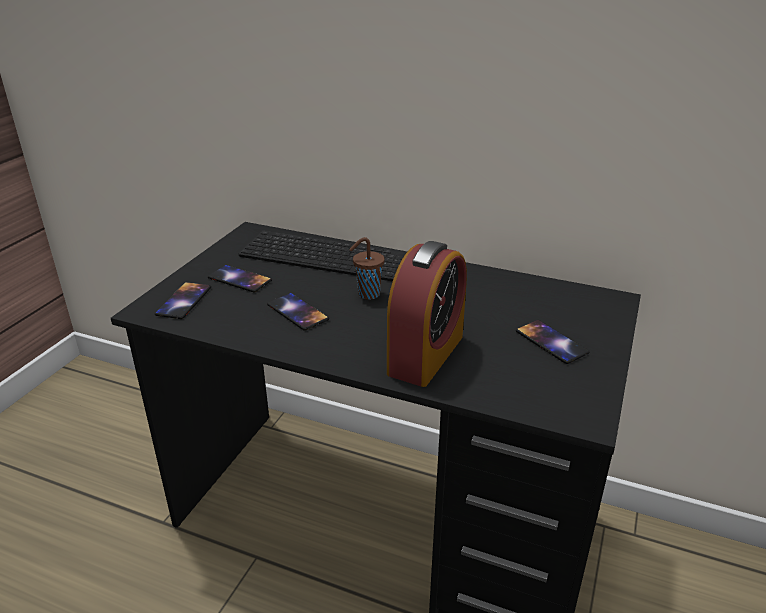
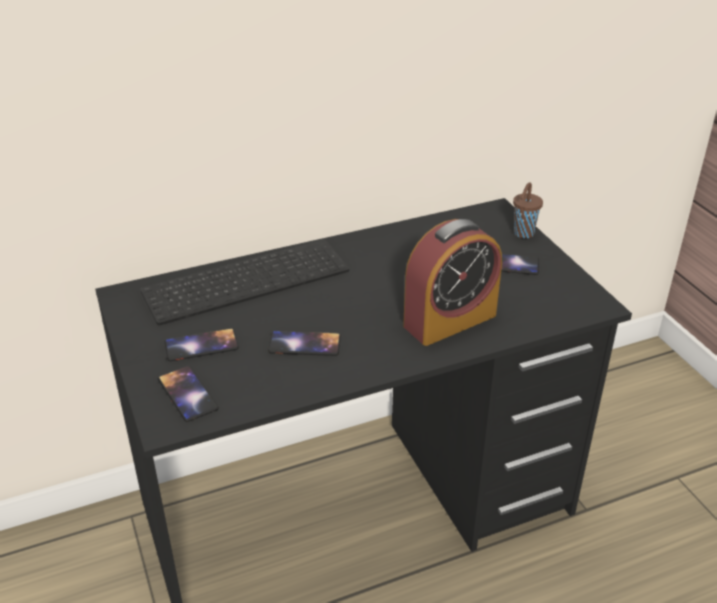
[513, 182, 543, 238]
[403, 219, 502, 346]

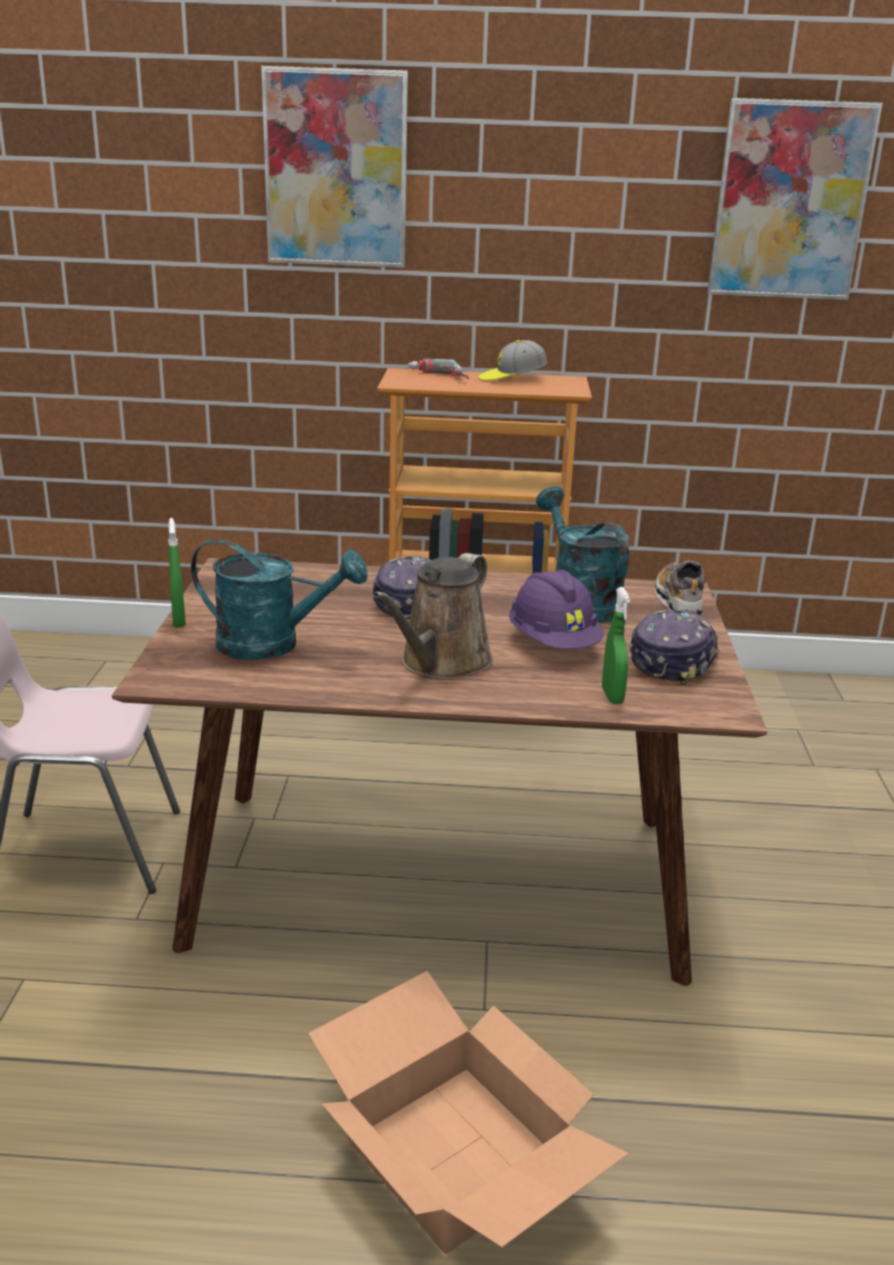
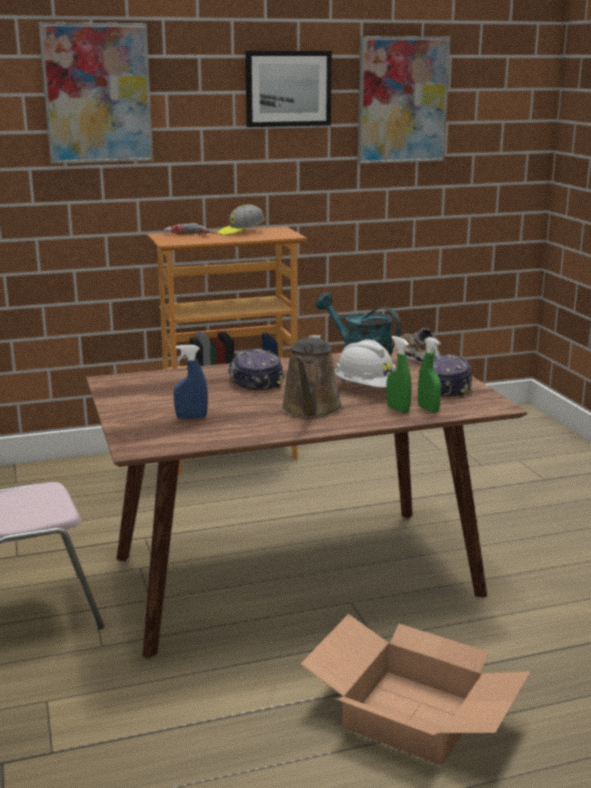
[386, 336, 411, 413]
[174, 345, 208, 419]
[335, 340, 396, 387]
[245, 51, 332, 127]

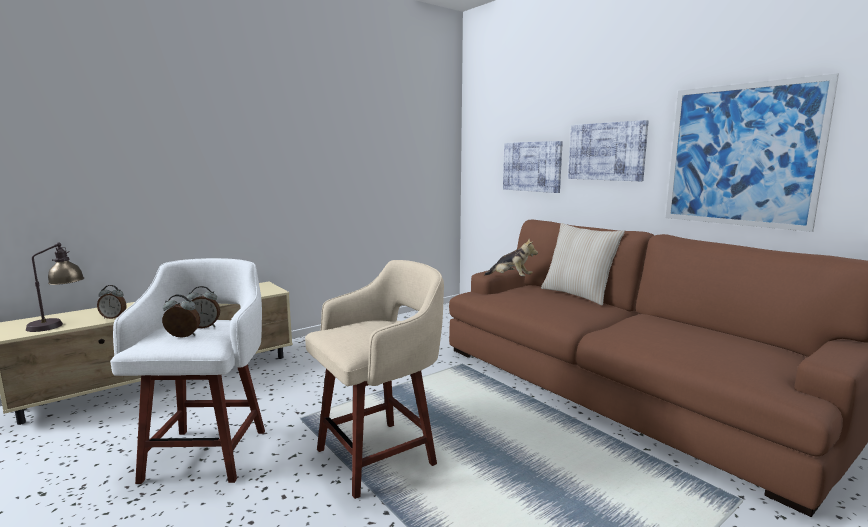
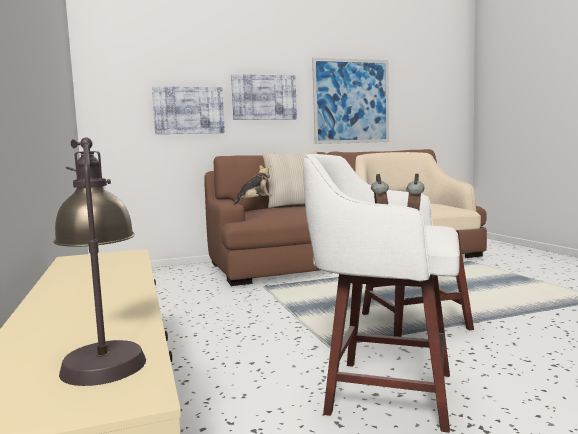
[97, 285, 127, 319] (first image)

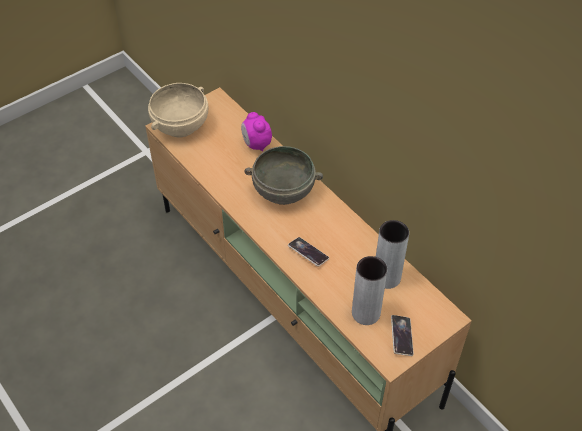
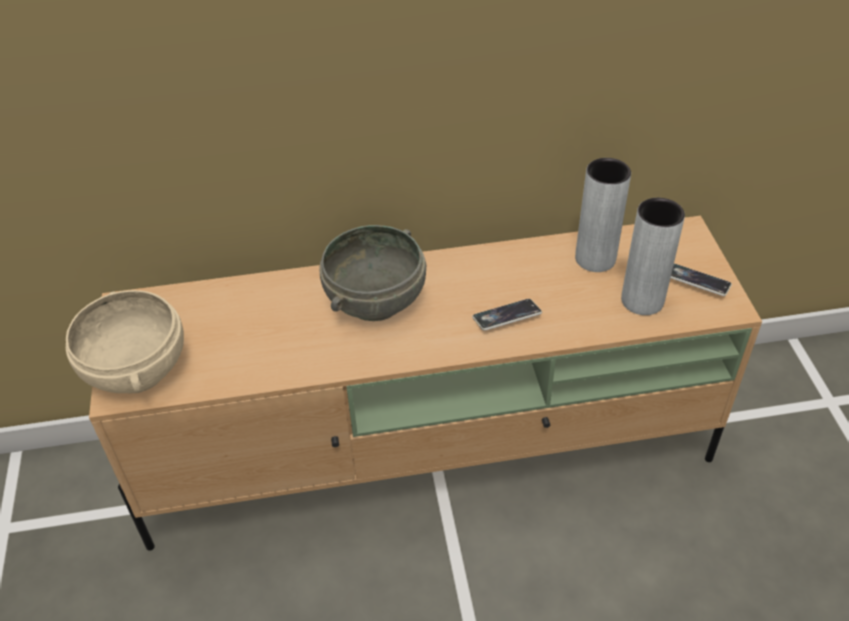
[241, 112, 272, 152] (first image)

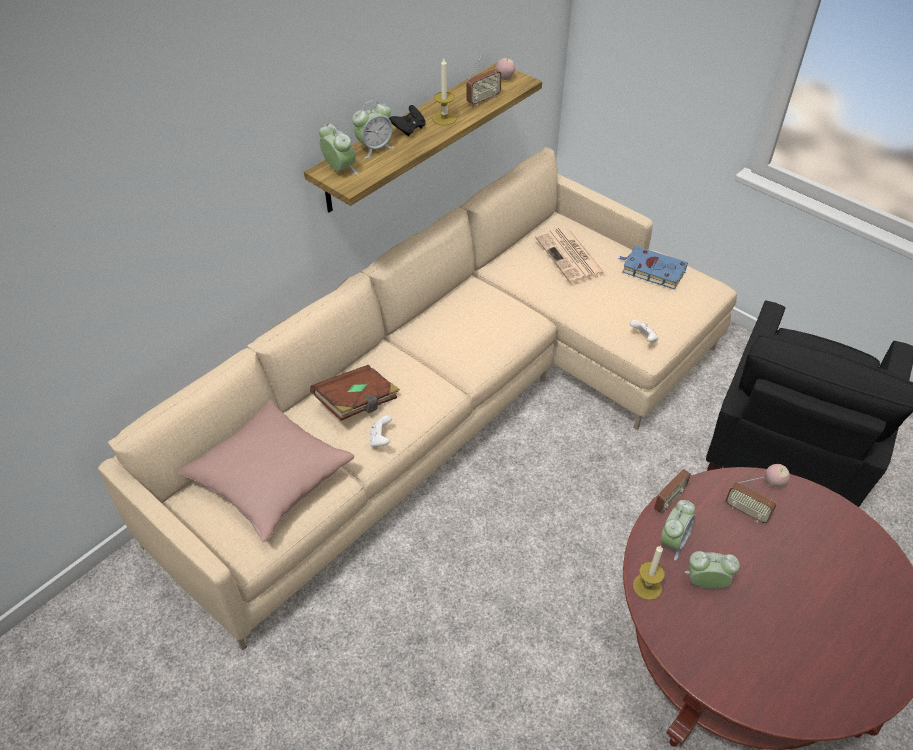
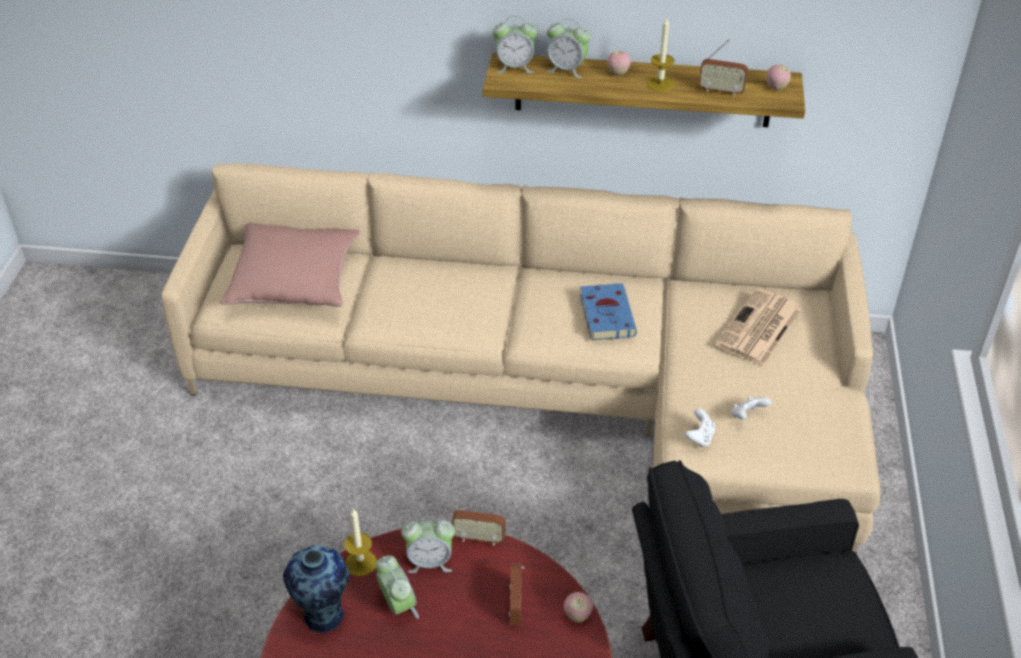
[310, 365, 400, 421] (first image)
[493, 16, 538, 73]
[731, 397, 771, 420]
[608, 49, 631, 76]
[580, 283, 637, 340]
[283, 545, 350, 633]

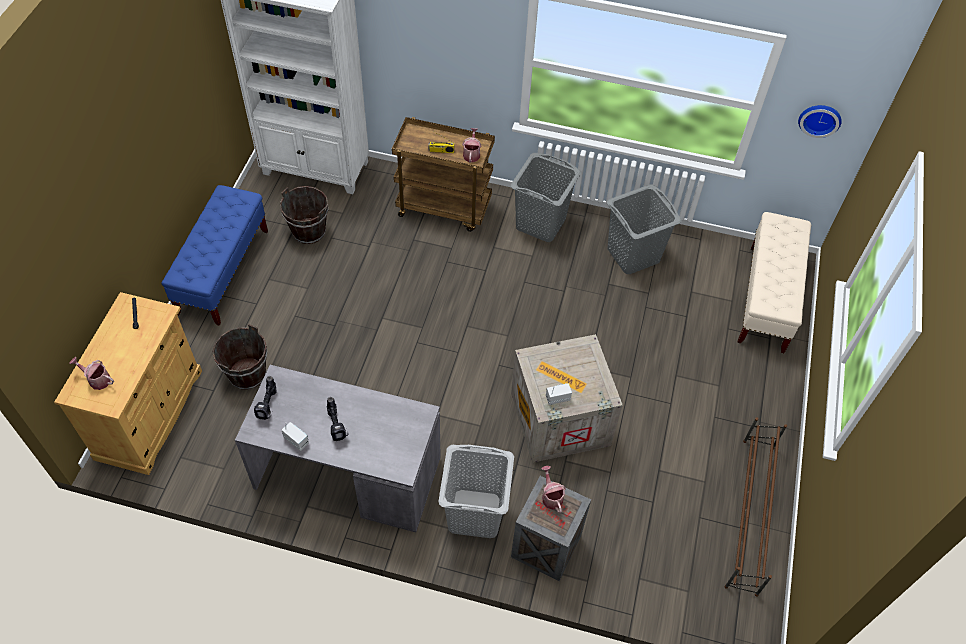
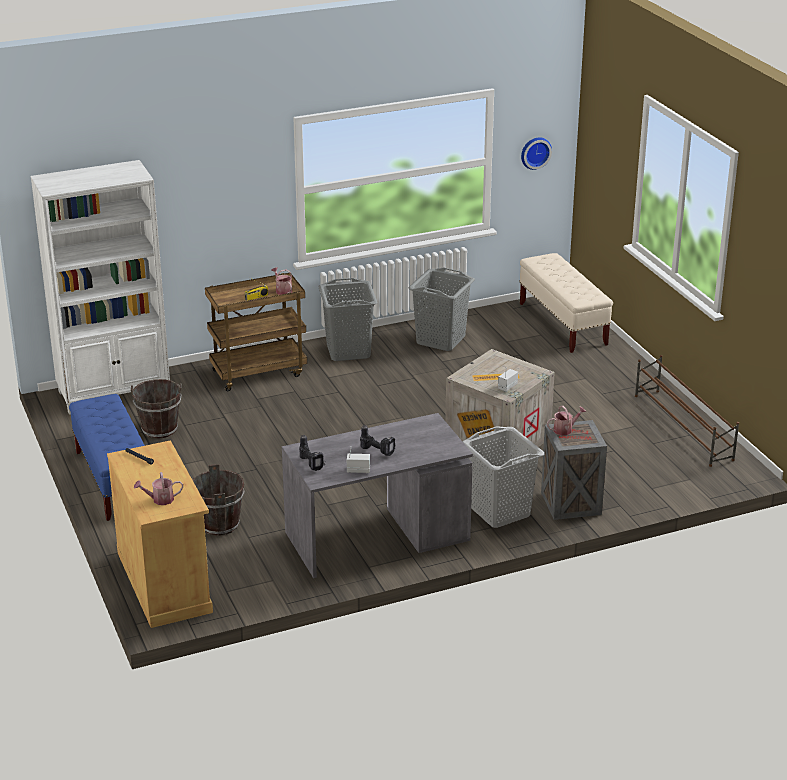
[547, 406, 586, 436]

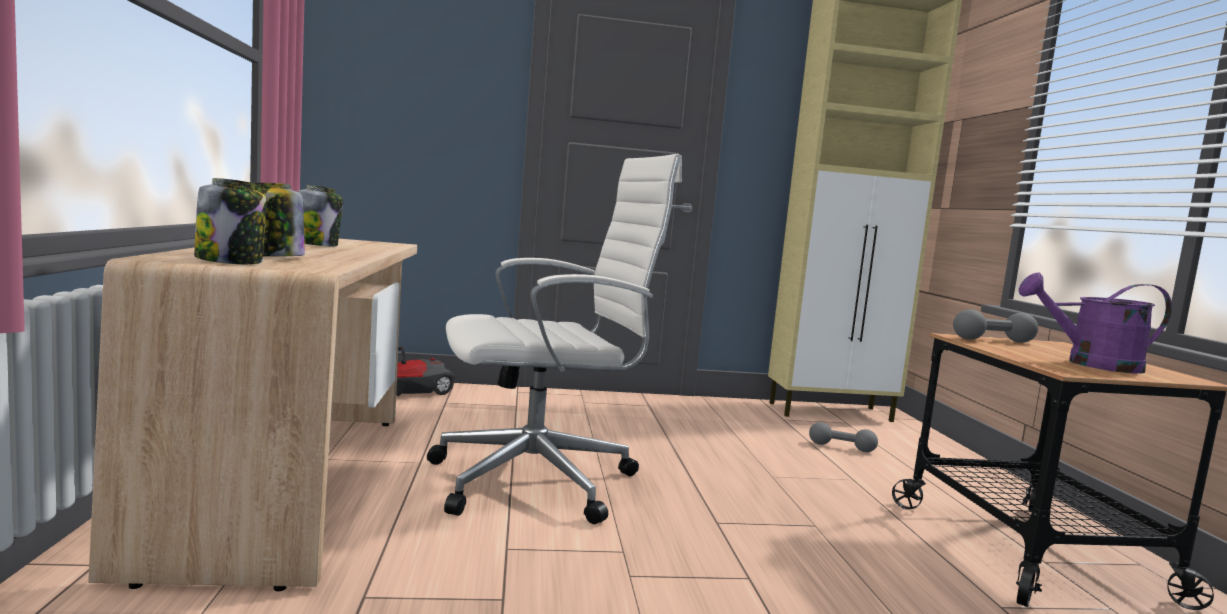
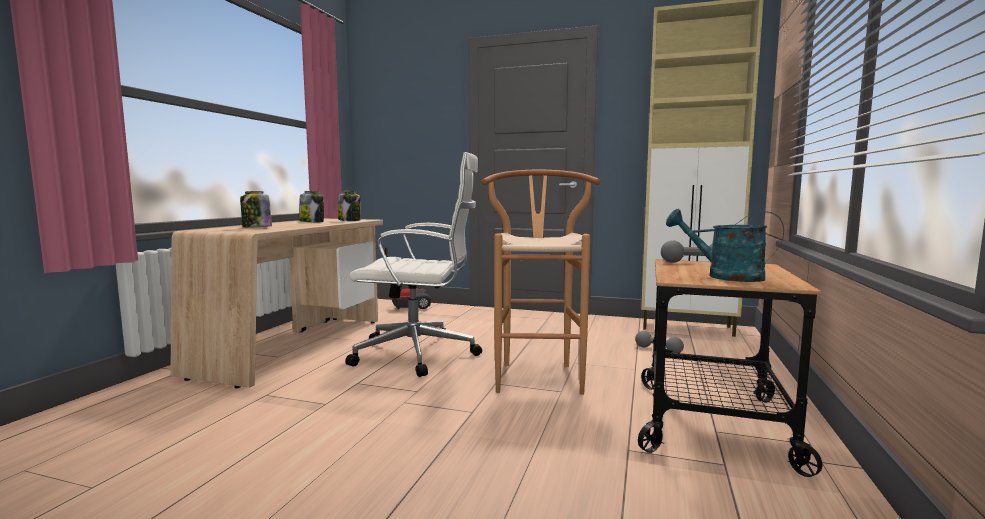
[338, 191, 361, 221]
[666, 209, 784, 282]
[482, 170, 601, 395]

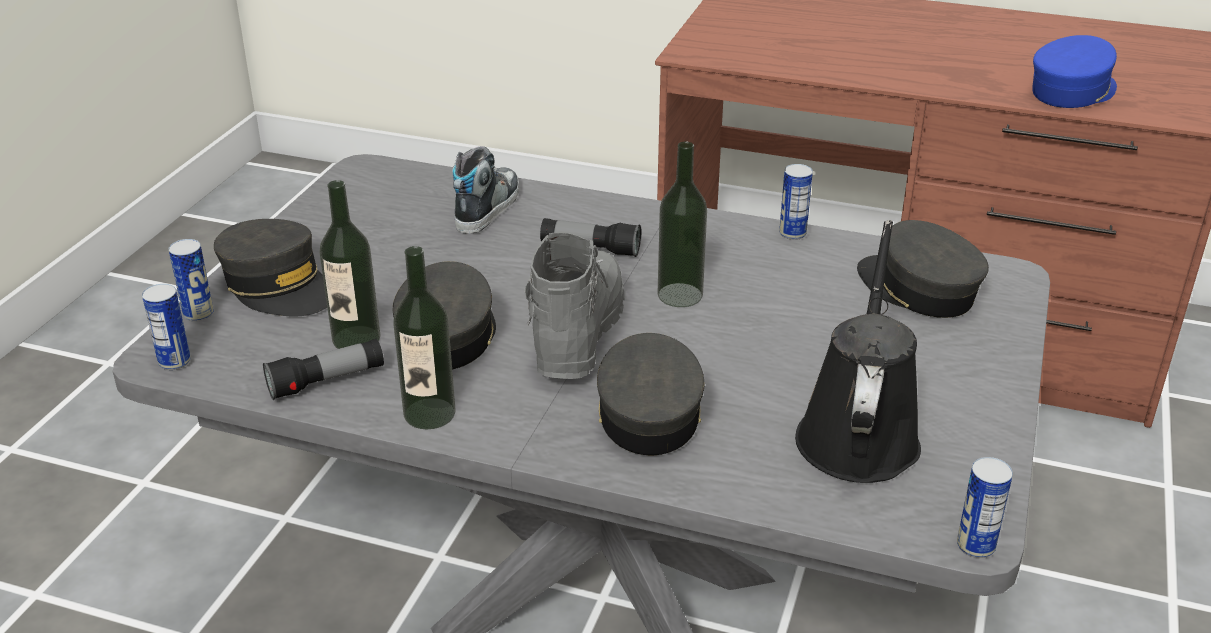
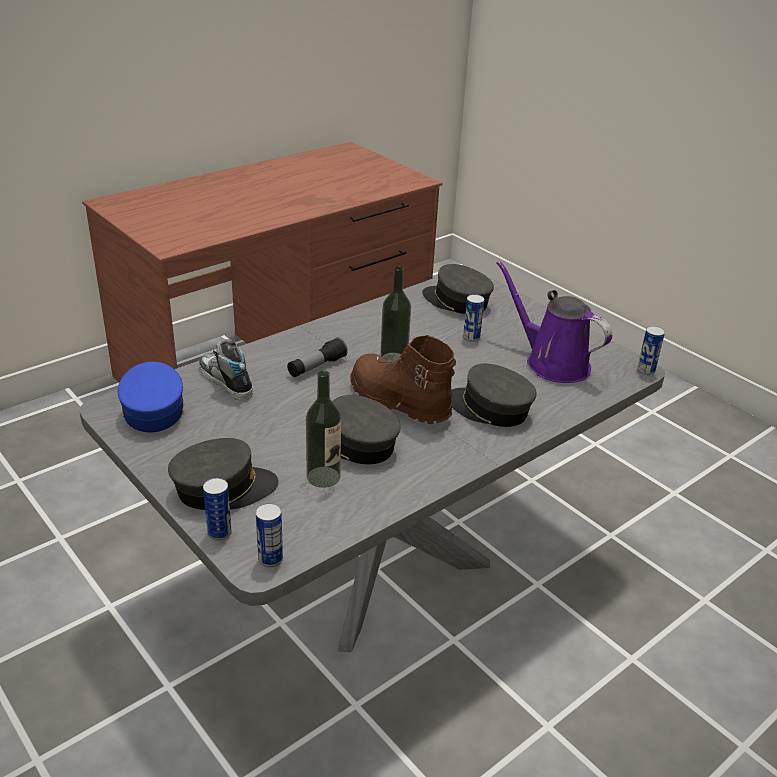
[263, 339, 384, 400] (first image)
[393, 246, 456, 429] (first image)
[350, 335, 456, 424]
[463, 294, 485, 342]
[496, 261, 612, 383]
[422, 264, 494, 314]
[118, 362, 184, 432]

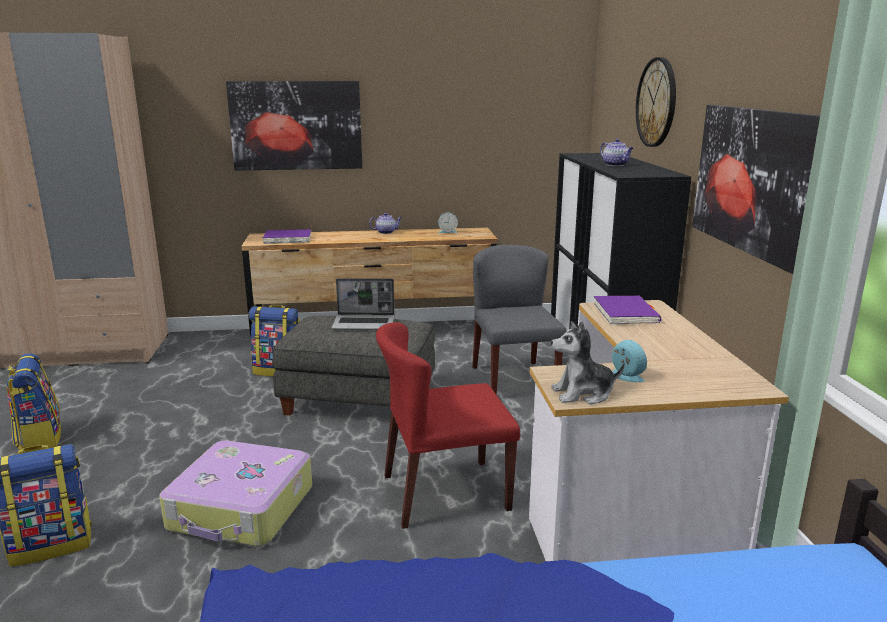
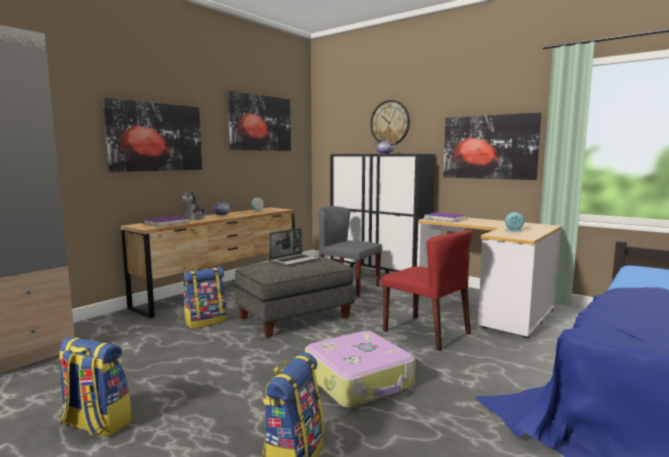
[381, 229, 473, 351]
[180, 188, 207, 220]
[227, 91, 291, 151]

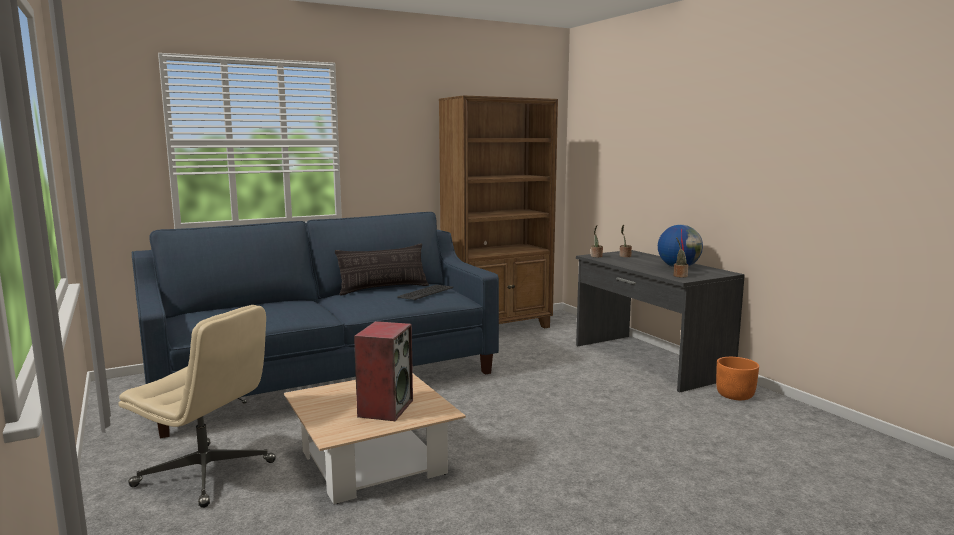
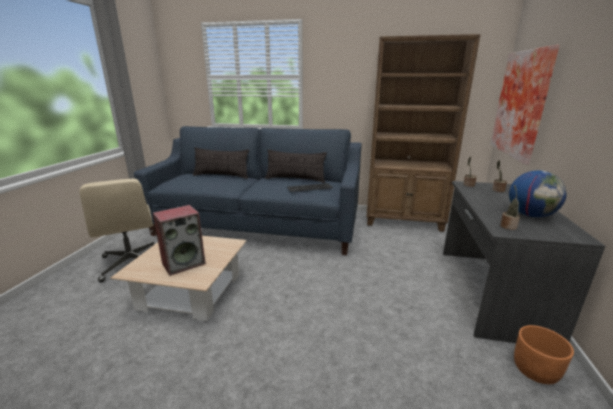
[193, 147, 249, 179]
[490, 45, 560, 165]

